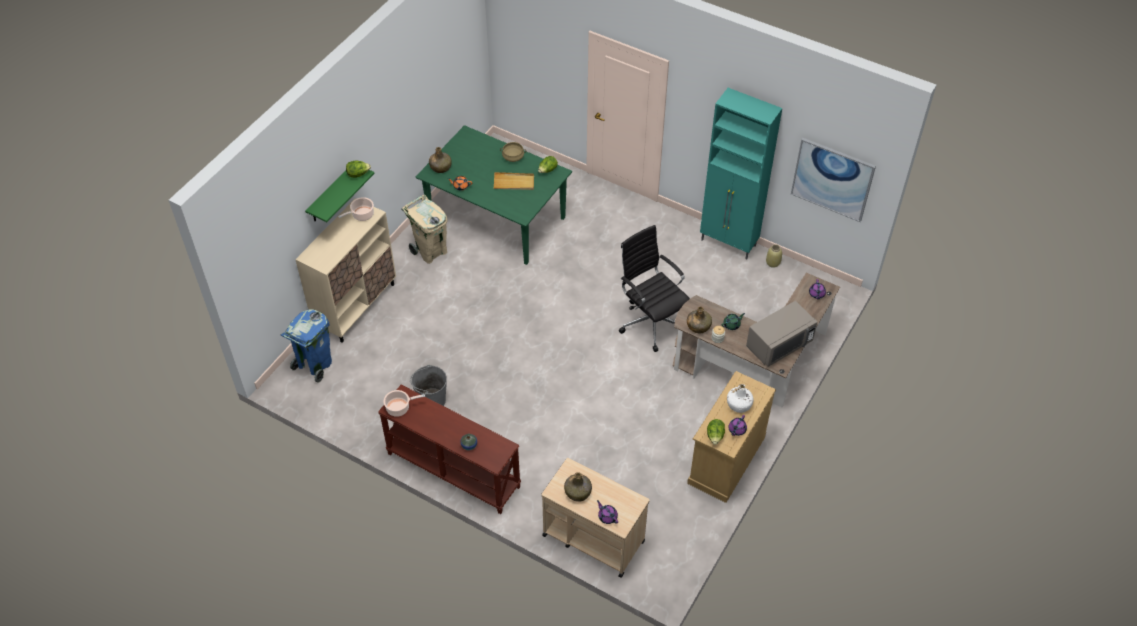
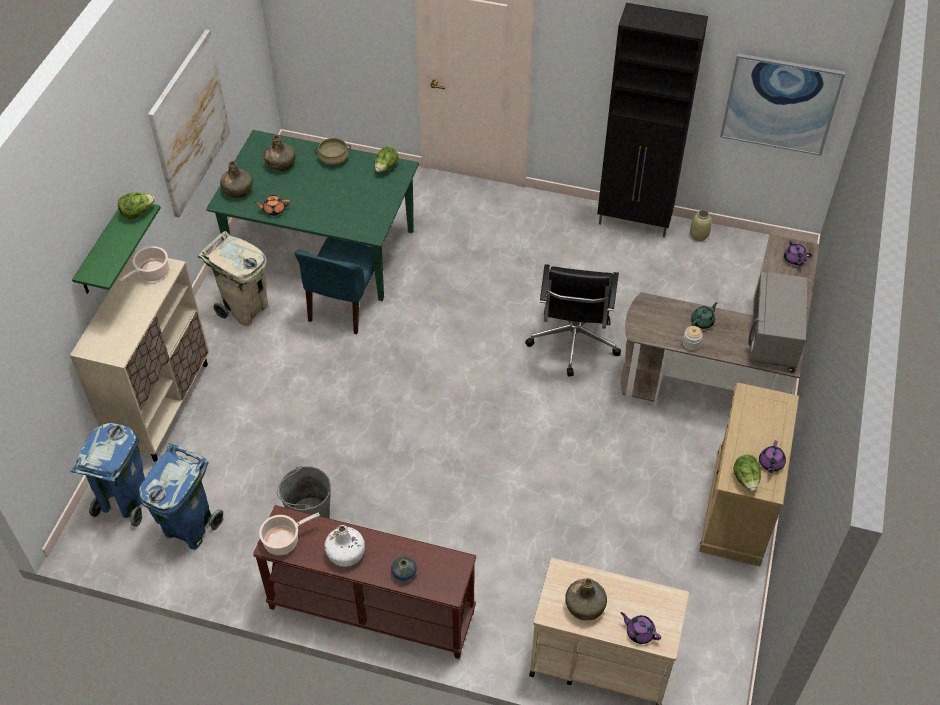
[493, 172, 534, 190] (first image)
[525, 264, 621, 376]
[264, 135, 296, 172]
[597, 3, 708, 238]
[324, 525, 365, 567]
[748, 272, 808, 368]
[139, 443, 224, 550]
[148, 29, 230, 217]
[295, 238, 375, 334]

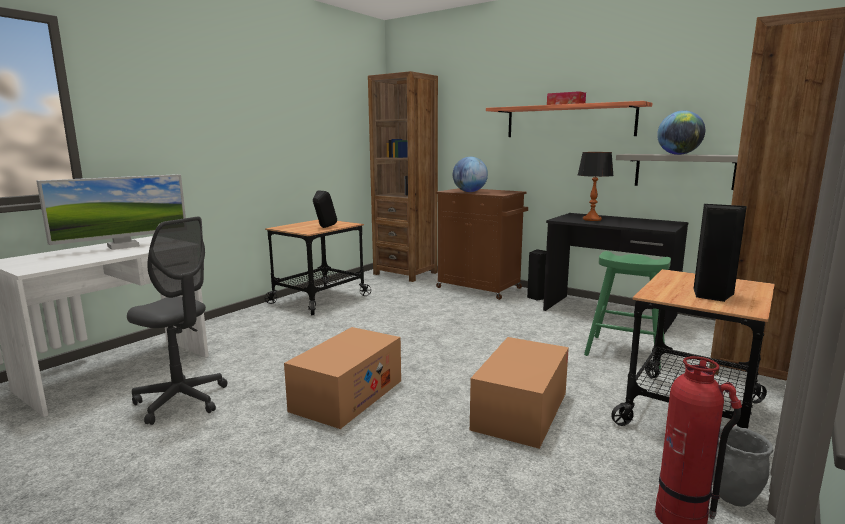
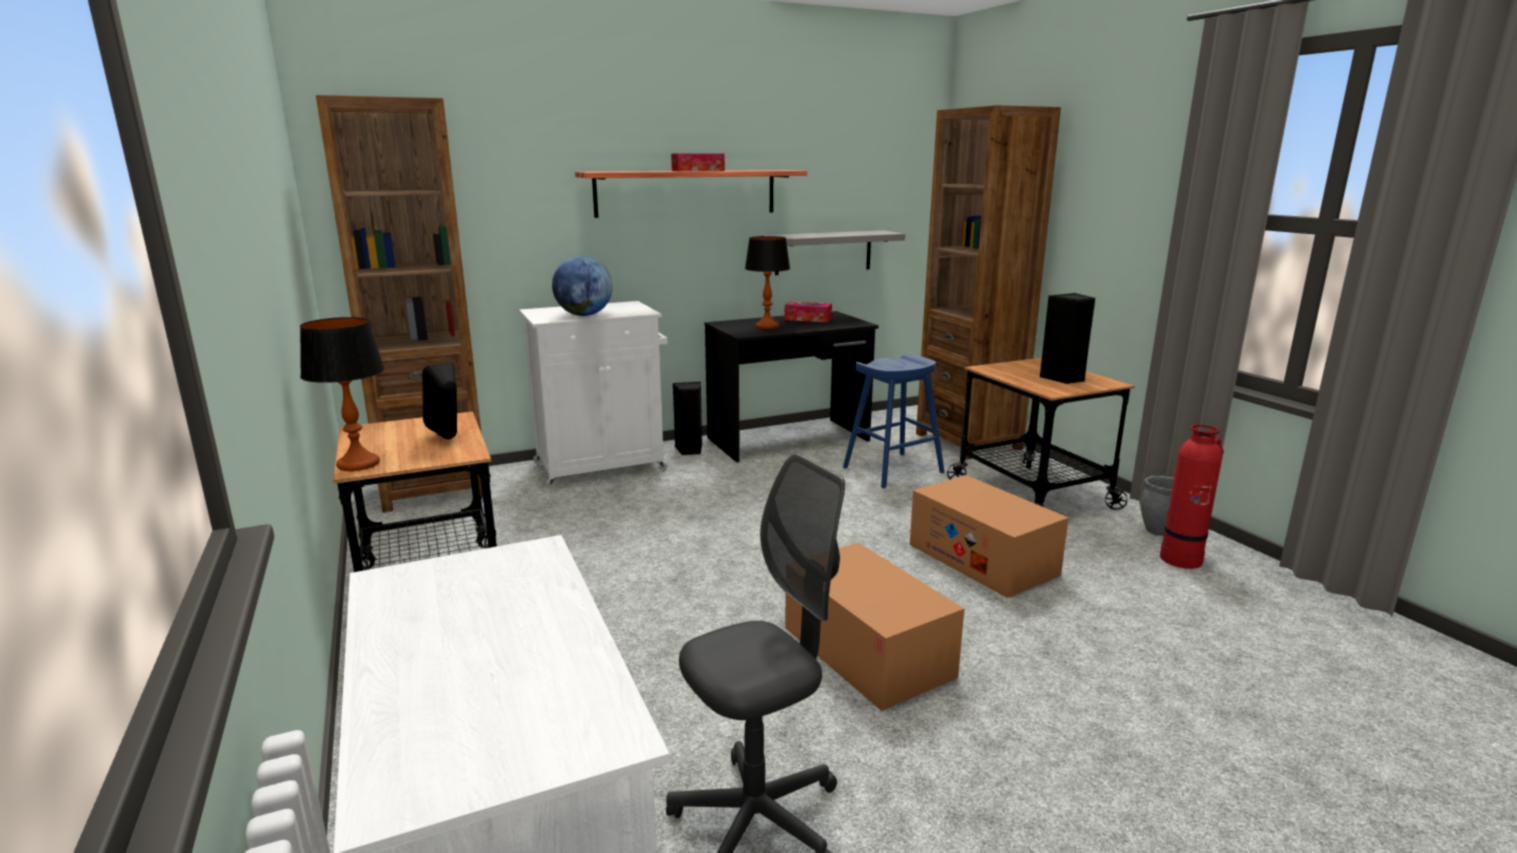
[36, 174, 186, 250] (first image)
[519, 301, 668, 488]
[843, 354, 944, 488]
[657, 110, 705, 155] (first image)
[300, 317, 384, 471]
[784, 301, 832, 322]

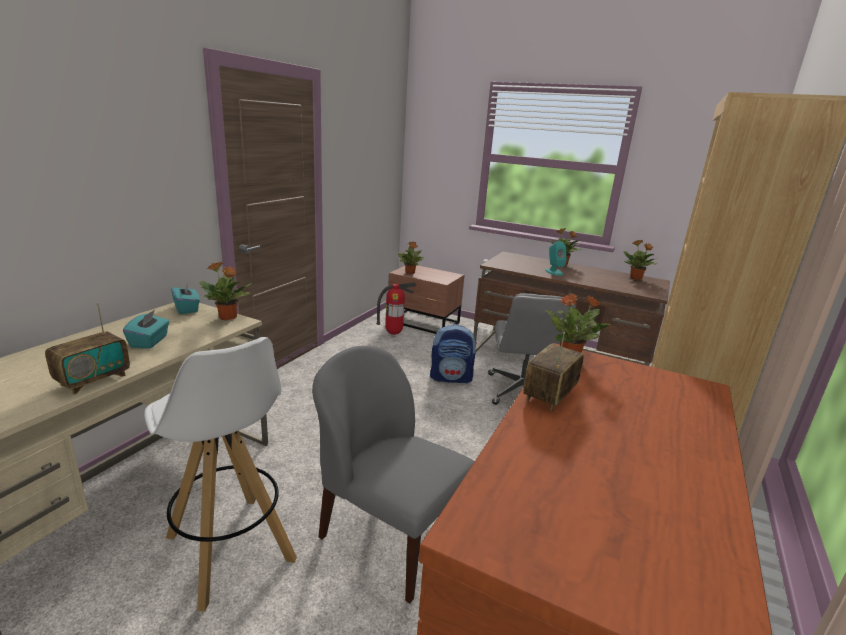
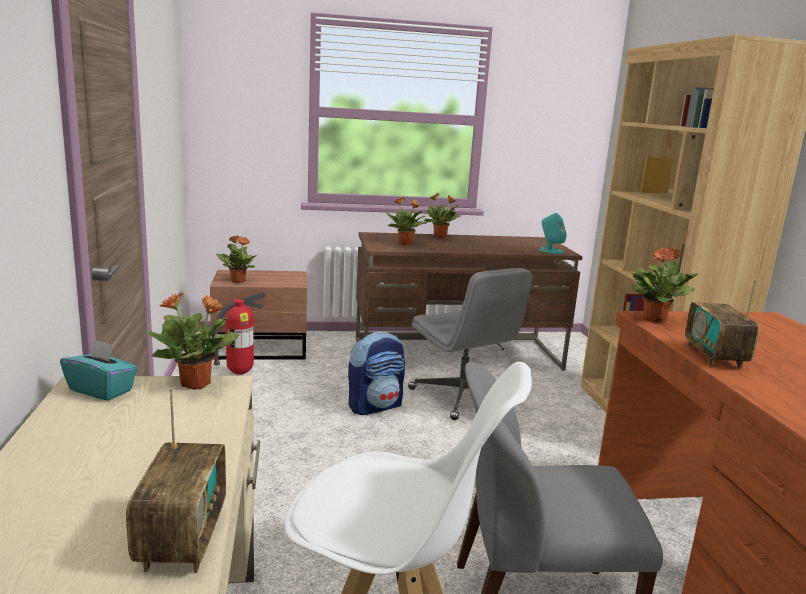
[123, 310, 169, 349] (first image)
[539, 213, 567, 254]
[386, 197, 428, 245]

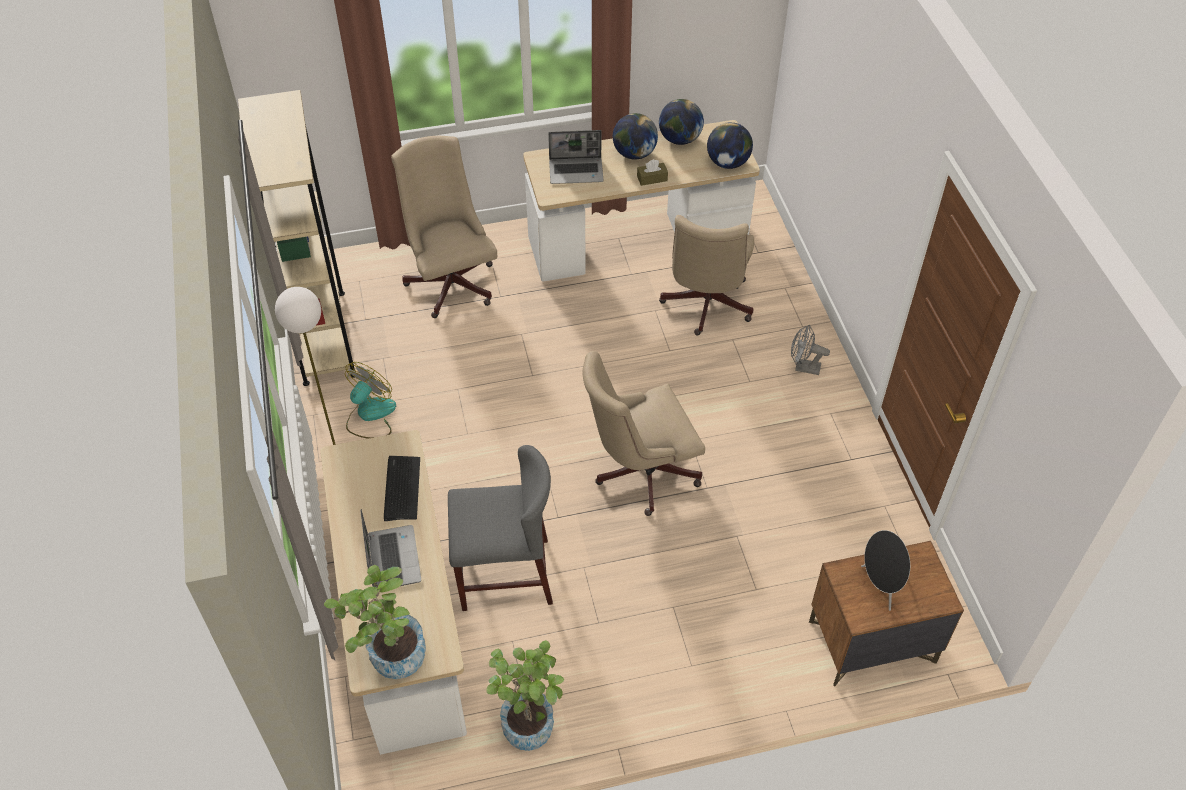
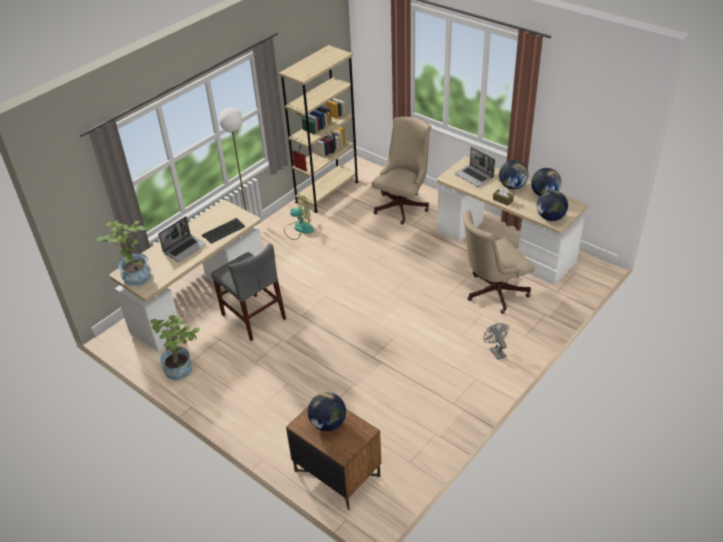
[583, 351, 705, 516] (first image)
[308, 392, 346, 431]

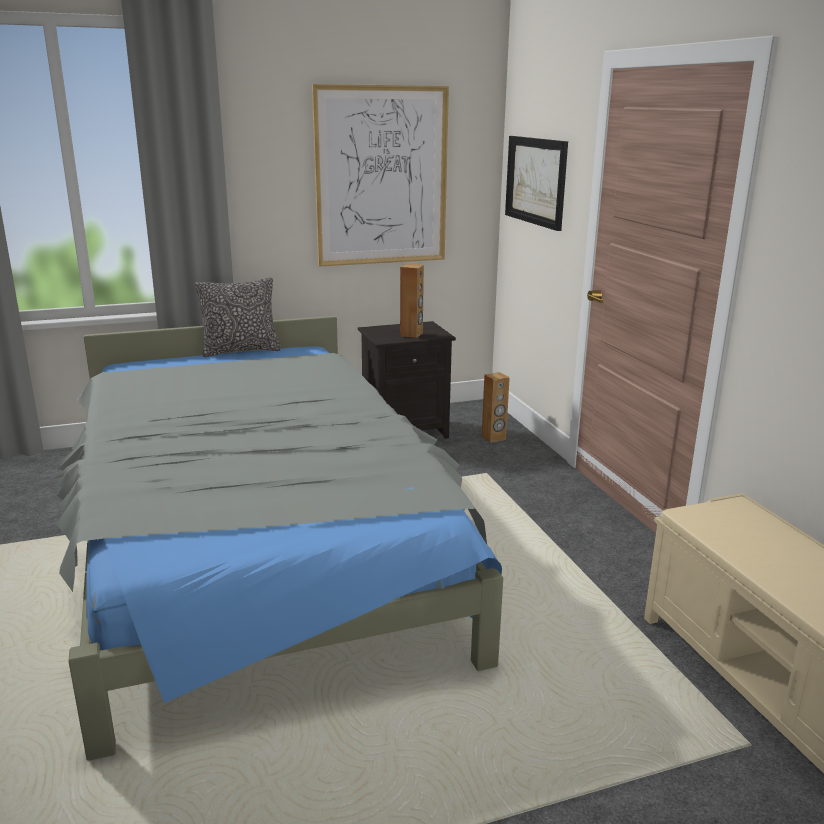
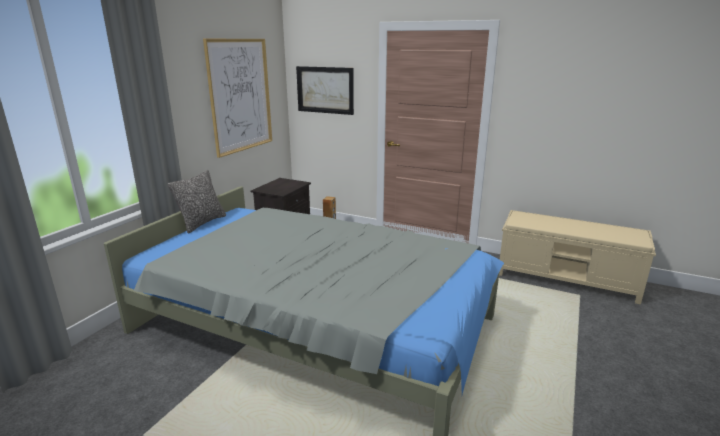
[400, 264, 424, 338] (first image)

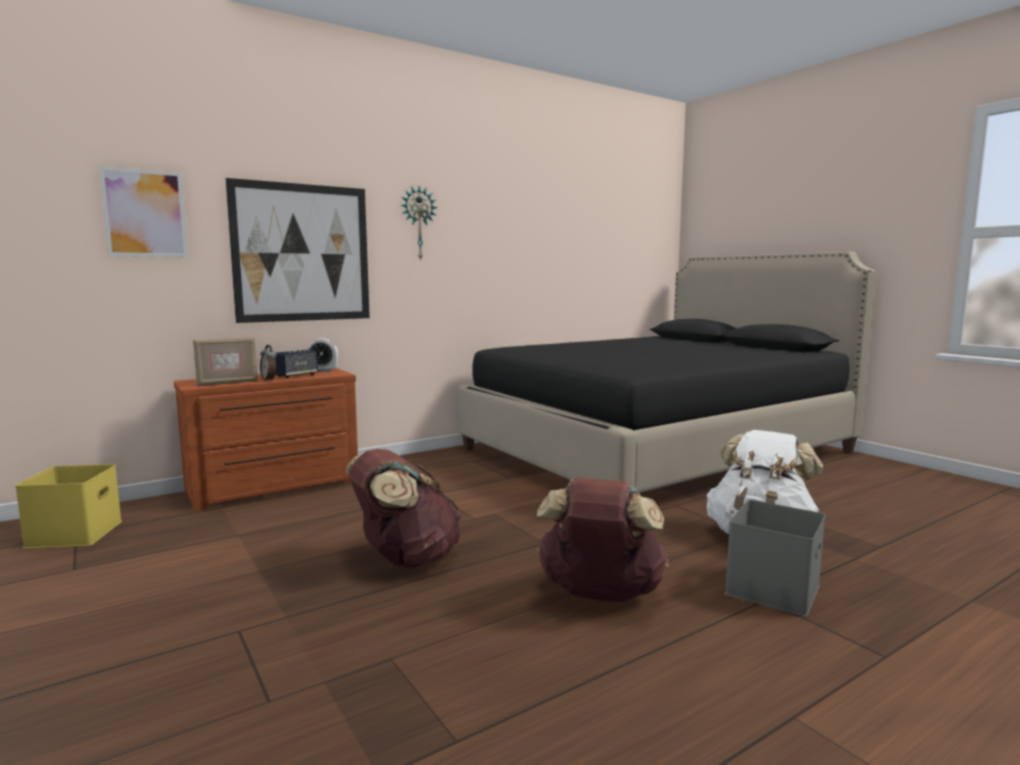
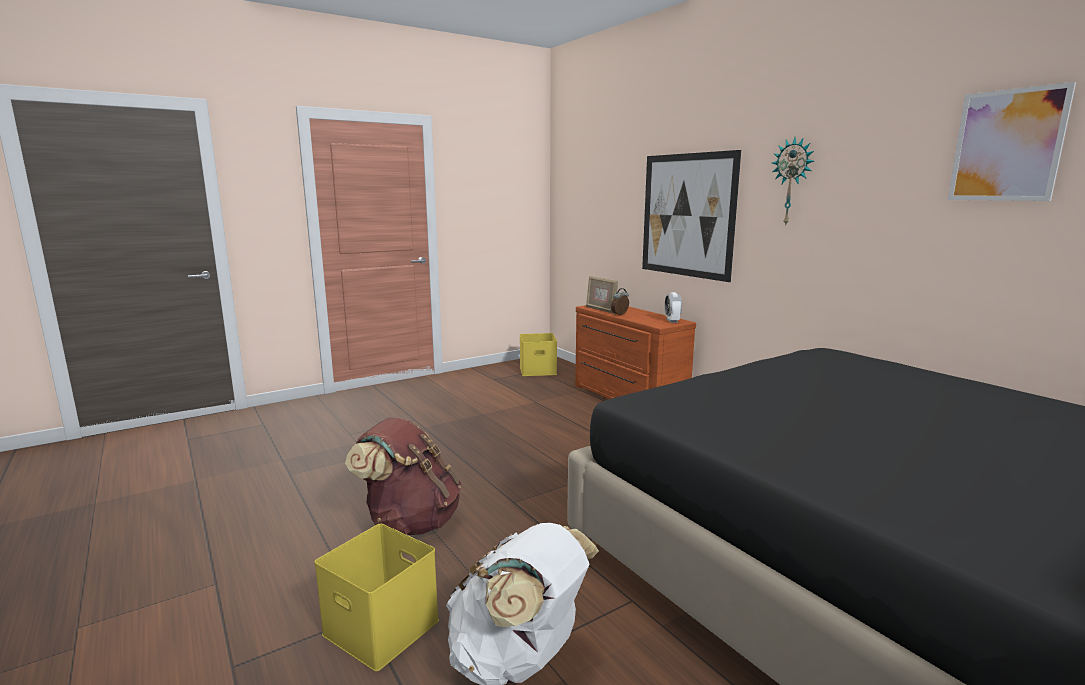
[948, 82, 1076, 201]
[275, 350, 318, 378] (first image)
[346, 449, 462, 568] (first image)
[314, 523, 439, 671]

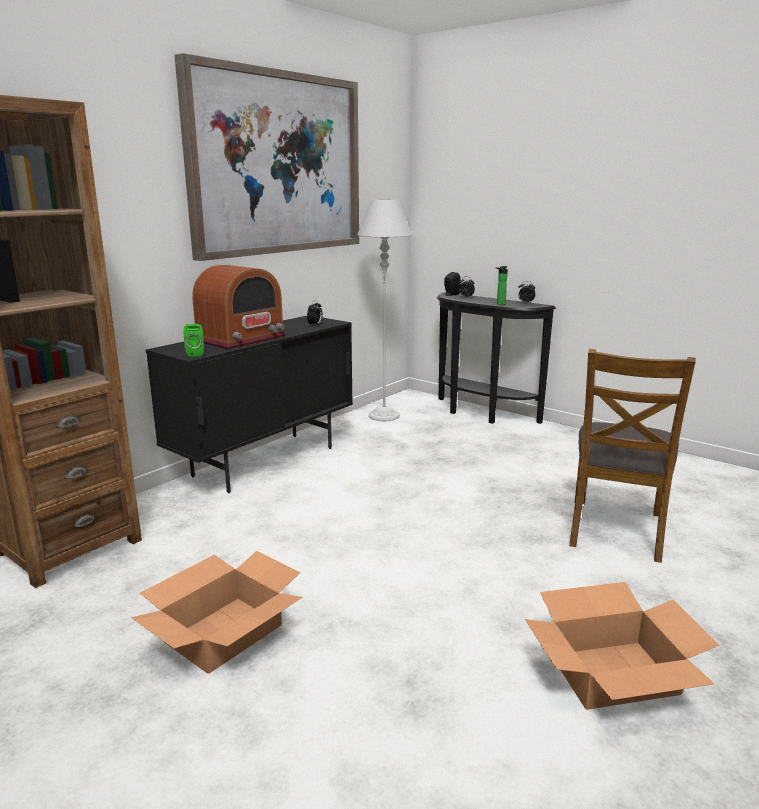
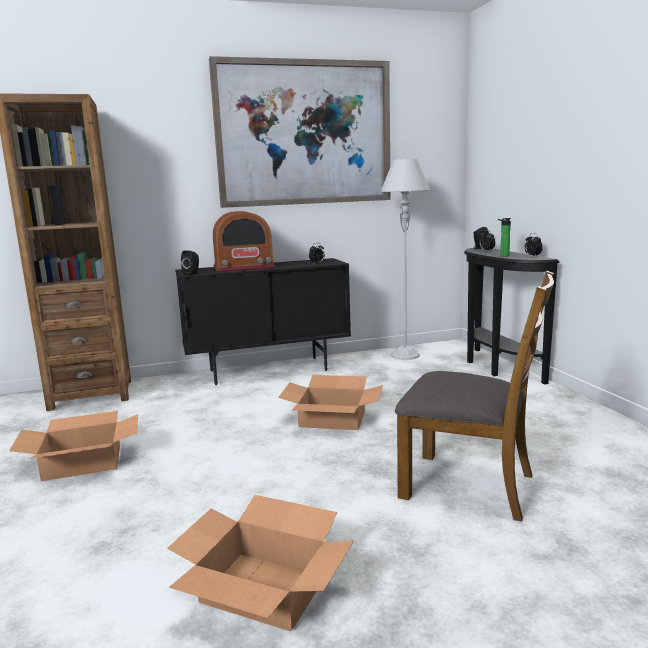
[181, 251, 199, 275]
[395, 271, 554, 522]
[278, 375, 383, 430]

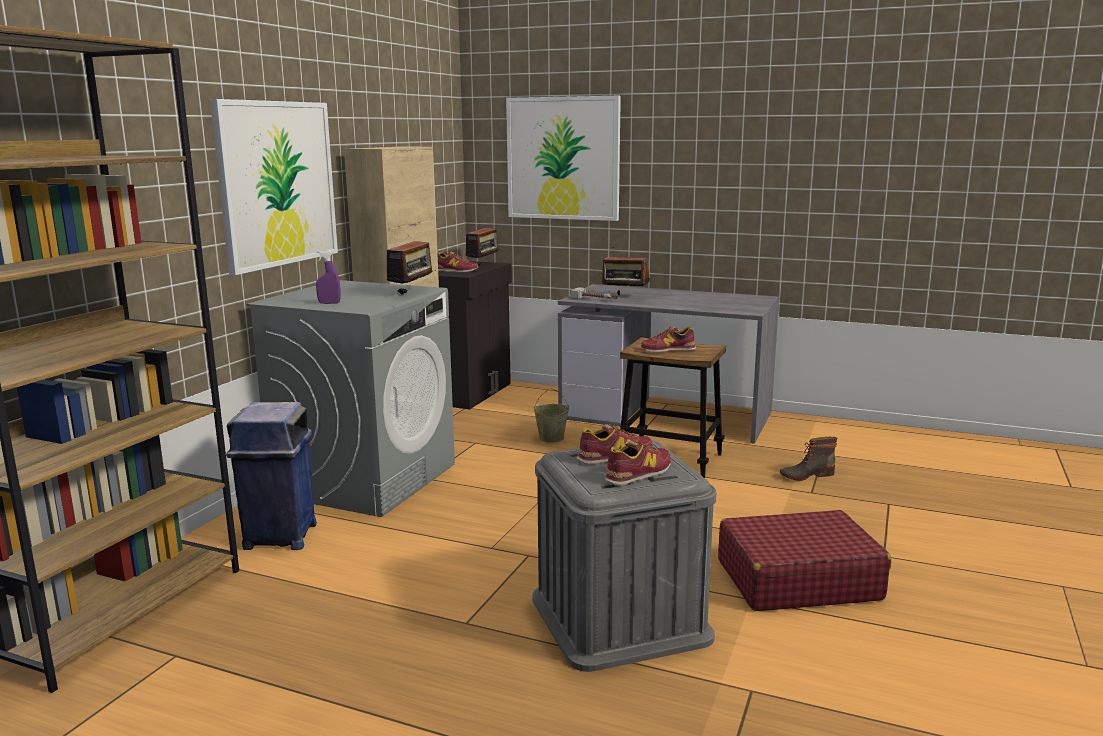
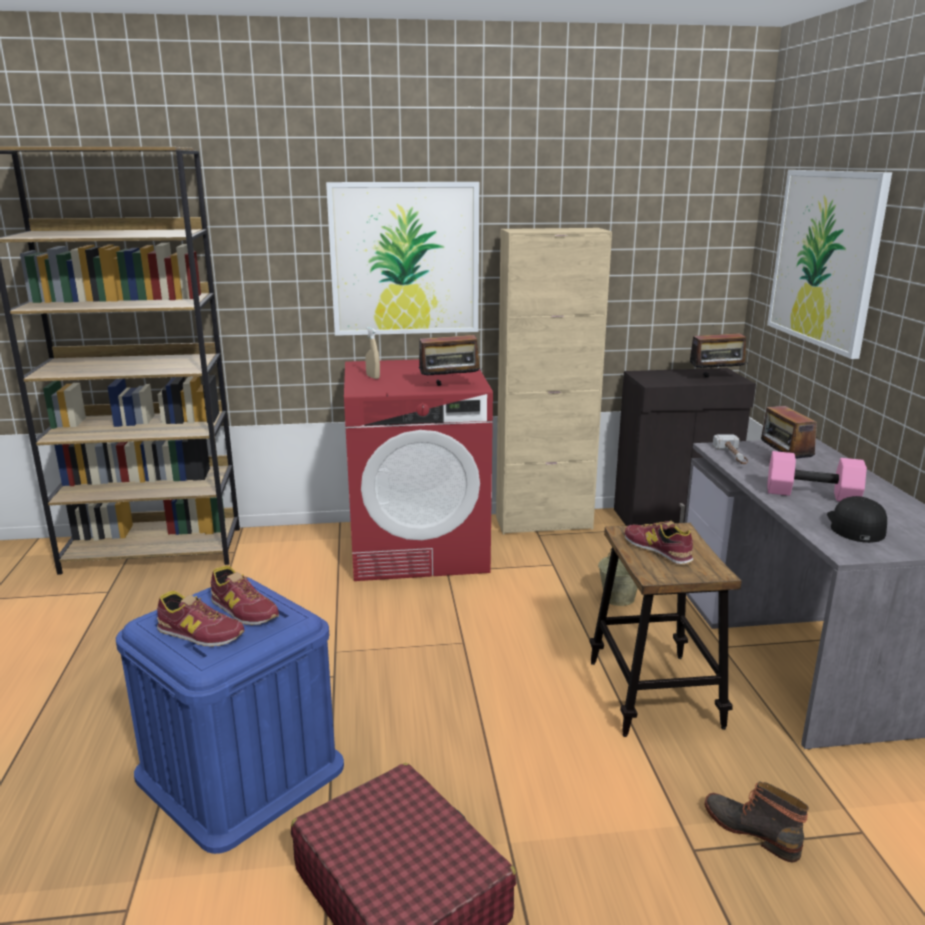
[226, 402, 317, 550] (first image)
[344, 359, 493, 581]
[365, 327, 380, 379]
[437, 252, 478, 272] (first image)
[116, 577, 344, 854]
[767, 451, 867, 501]
[827, 496, 887, 543]

